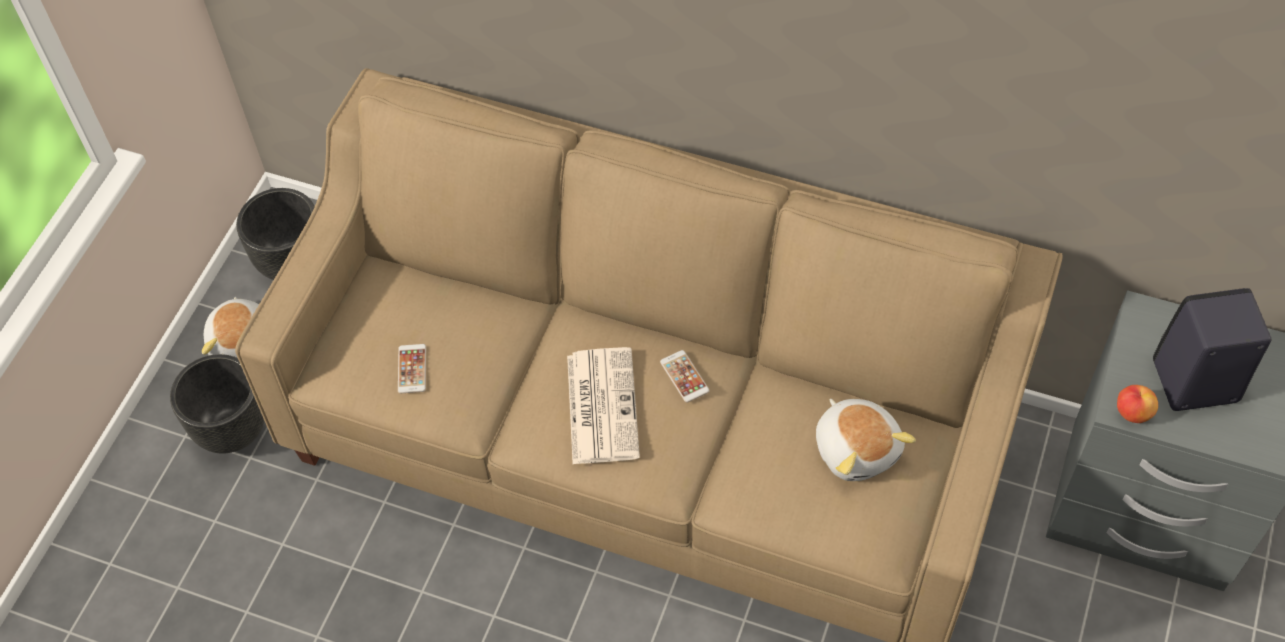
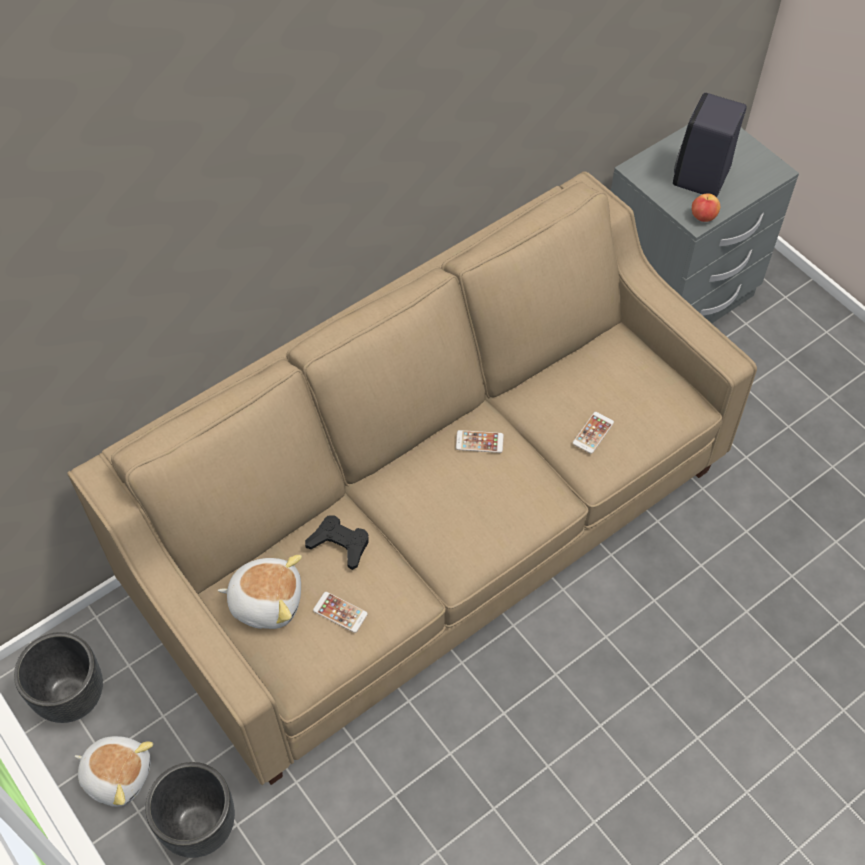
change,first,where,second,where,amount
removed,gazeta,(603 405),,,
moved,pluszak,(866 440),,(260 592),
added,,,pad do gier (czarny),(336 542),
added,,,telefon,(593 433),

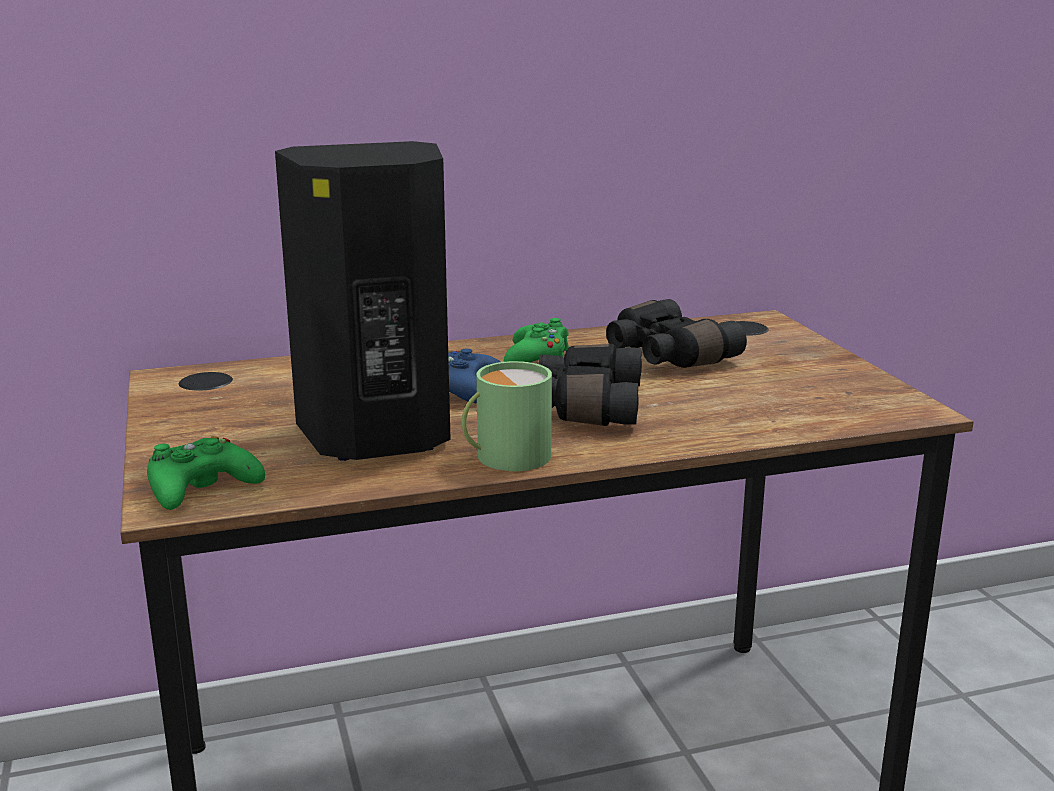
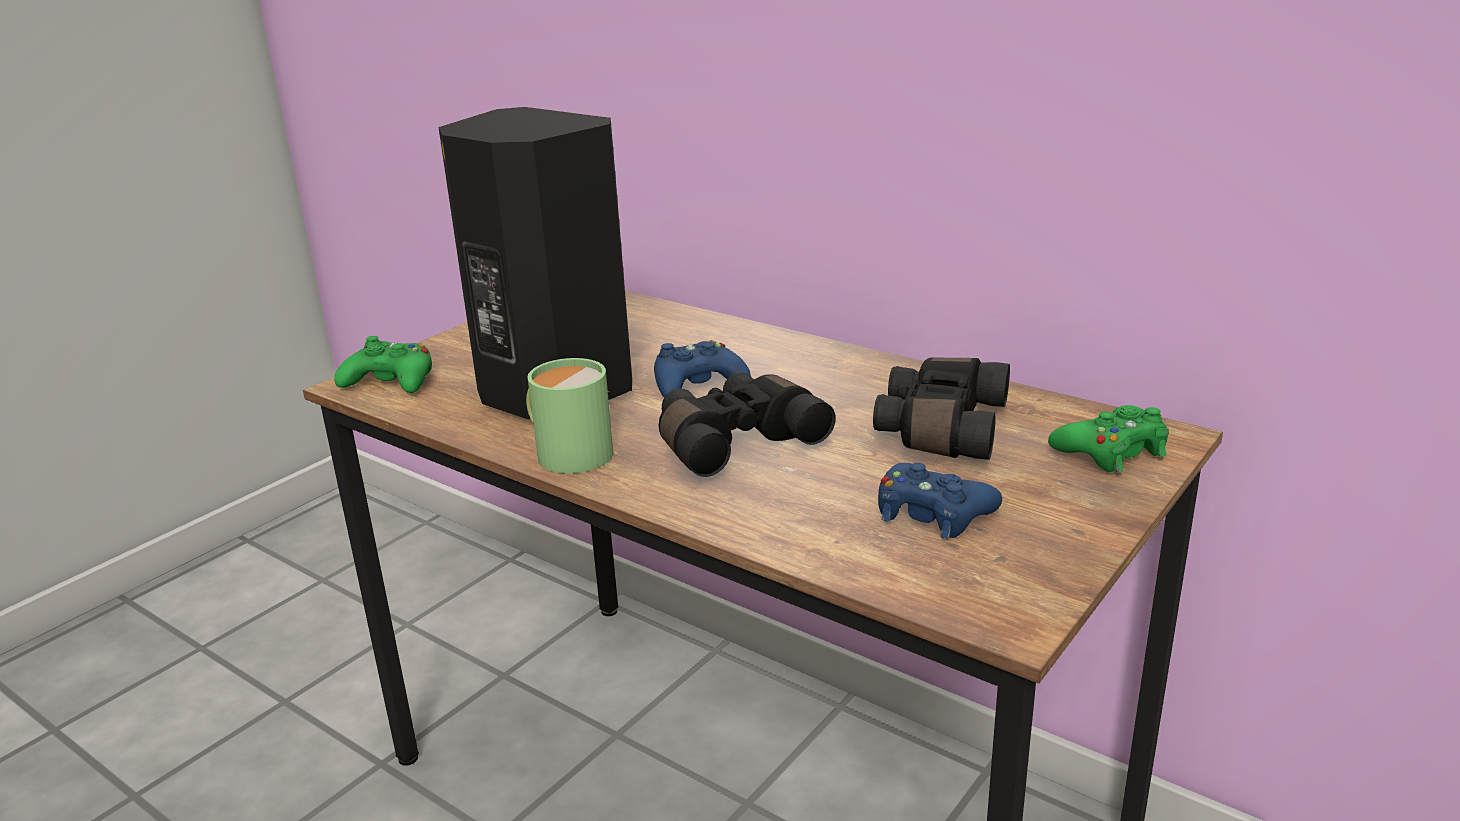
change,first,where,second,where,amount
moved,pad do gier (zielony),(536 340),,(1108 438),
added,,,pad do gier (niebieski),(940 501),

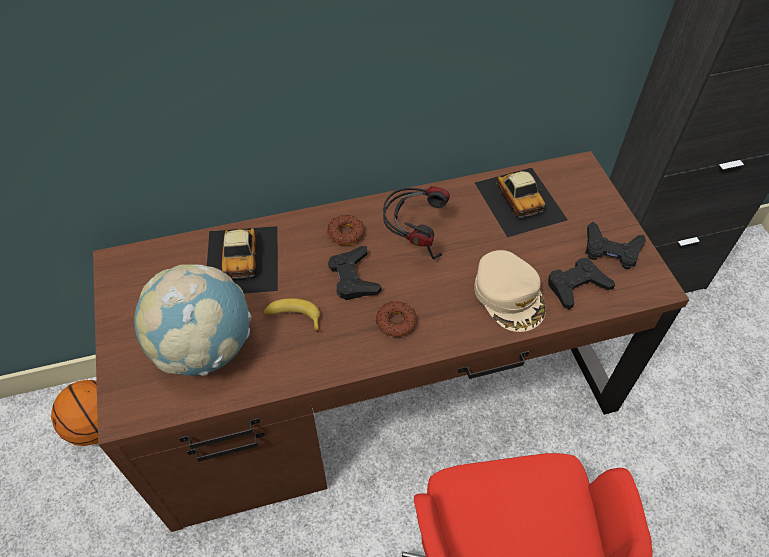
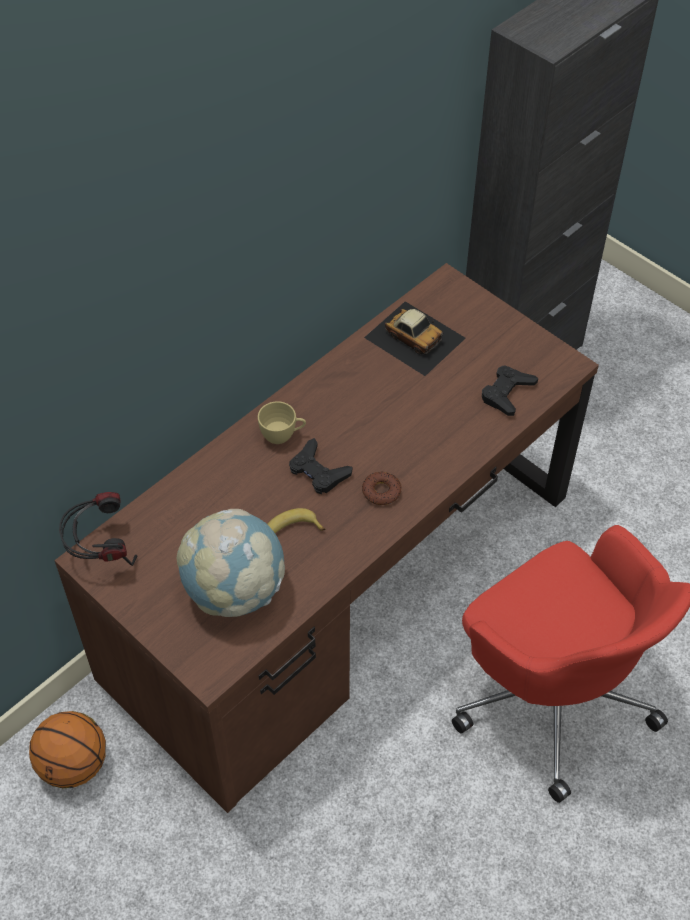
change,first,where,second,where,amount
removed,samochodzik,(242 259),,,
replaced,donut,(346 230),filiżanka (żółty),(282 422),
moved,słuchawki,(416 222),,(98 529),
removed,czapka z daszkiem (beżowy),(510 291),,,
removed,pad do gier (czarny),(616 245),,,

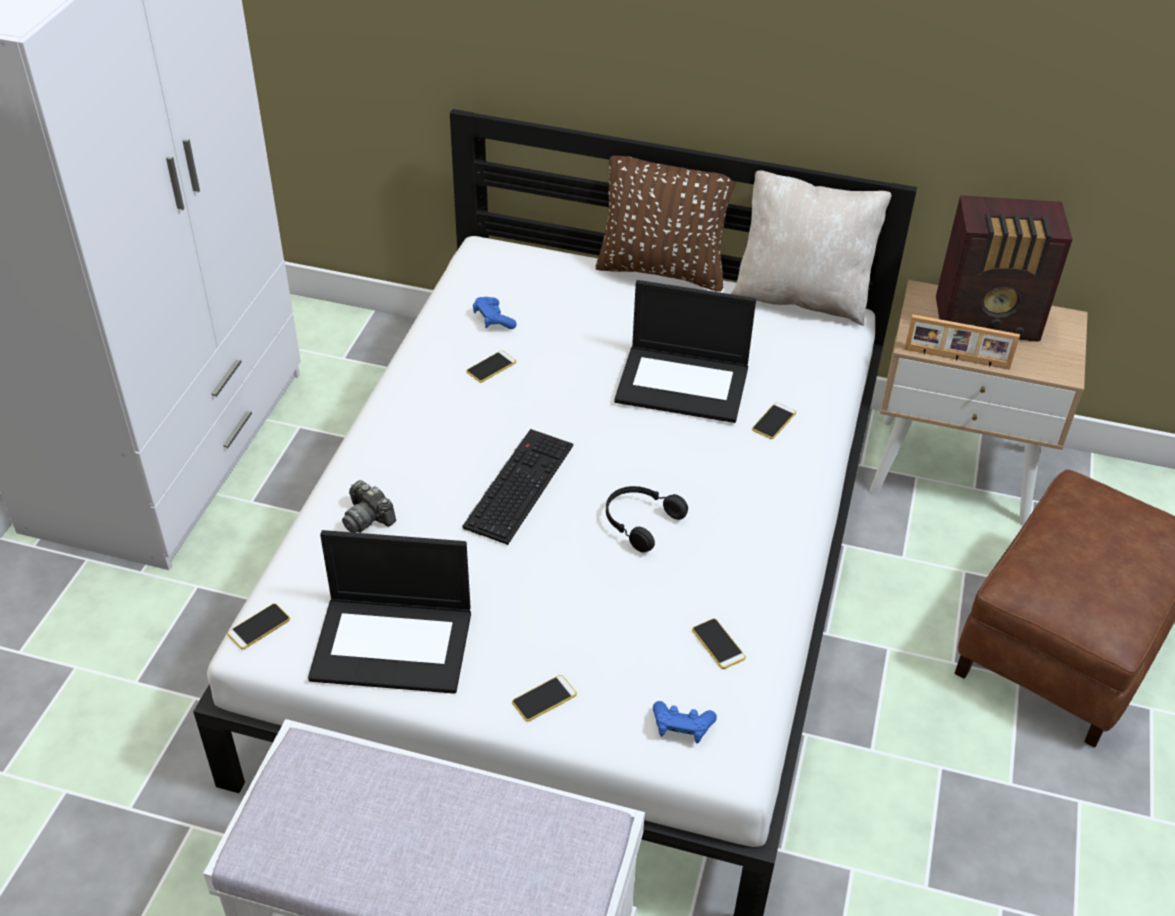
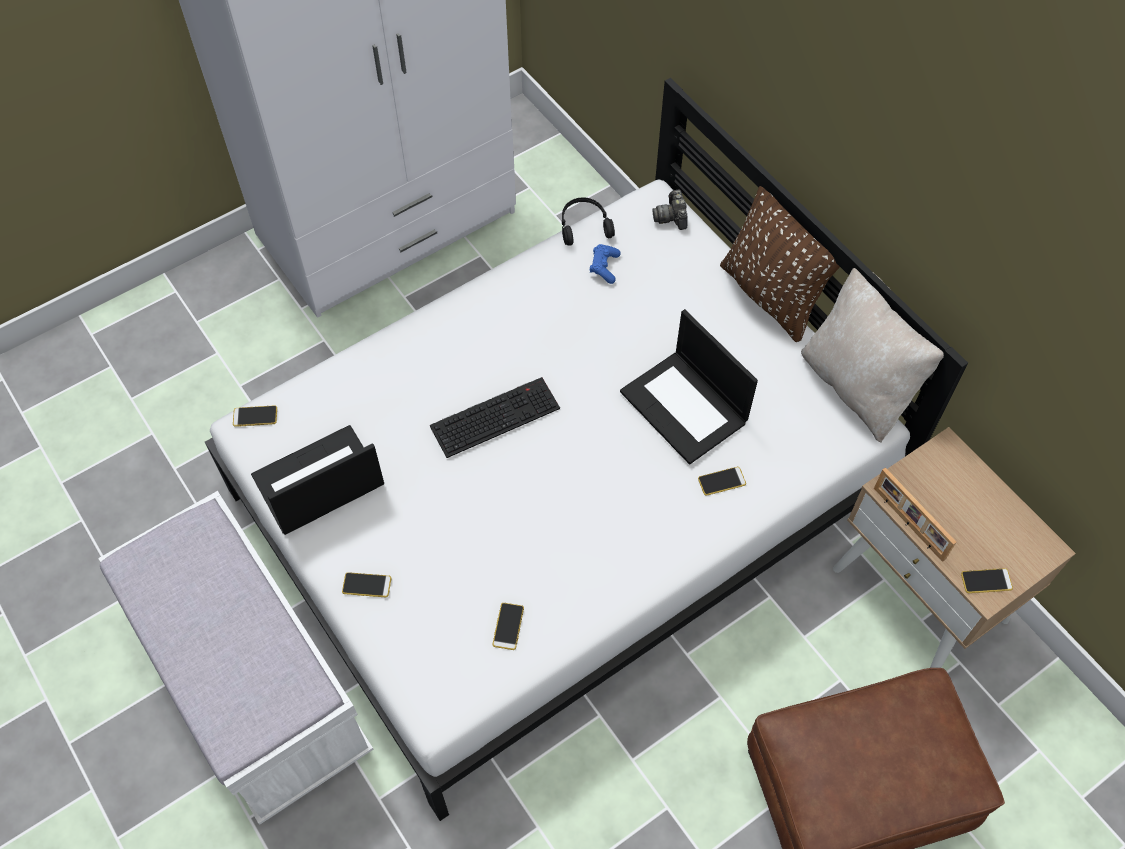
change,first,where,second,where,amount
turned,laptop,(389 612),,(317 480),105 degrees clockwise
moved,aparat fotograficzny,(369 506),,(670 210),
moved,telefon,(491 366),,(987 580),
moved,słuchawki (czarny),(647 519),,(588 221),
removed,pad do gier (niebieski),(685 722),,,
removed,radio,(1004 268),,,

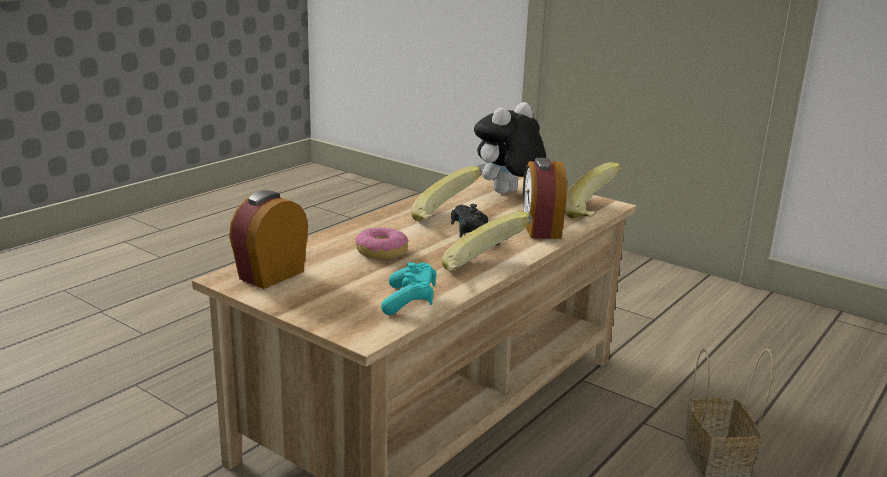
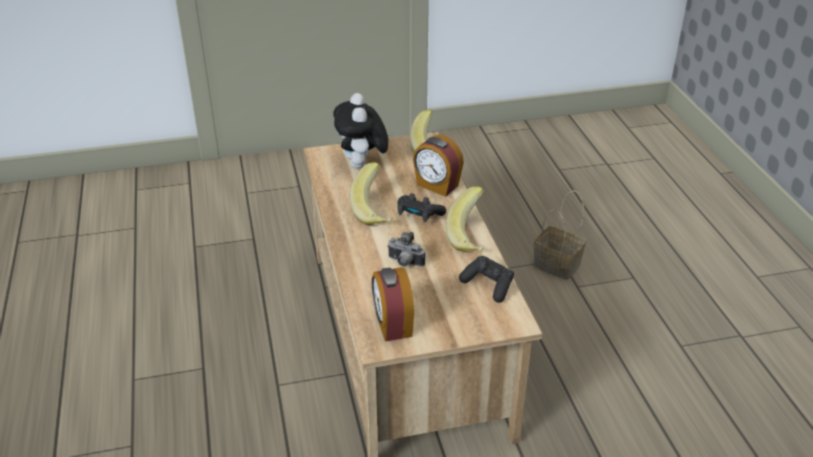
change,first,where,second,where,amount
replaced,donut,(382 243),aparat fotograficzny,(406 249),
recoloured,pad do gier (turkusowy),(408 288),pad do gier (czarny),(486 279),

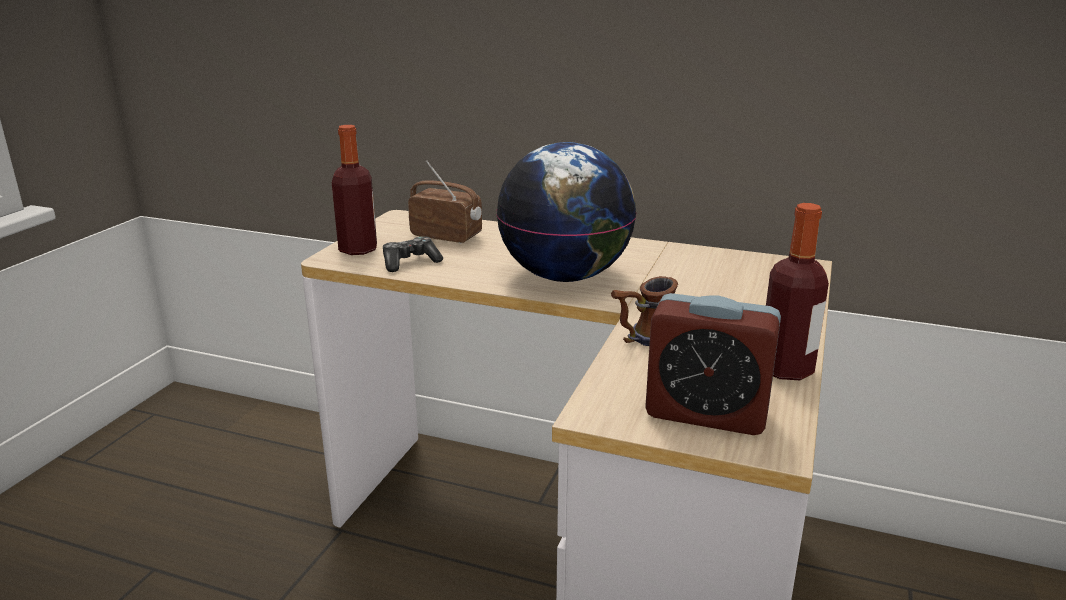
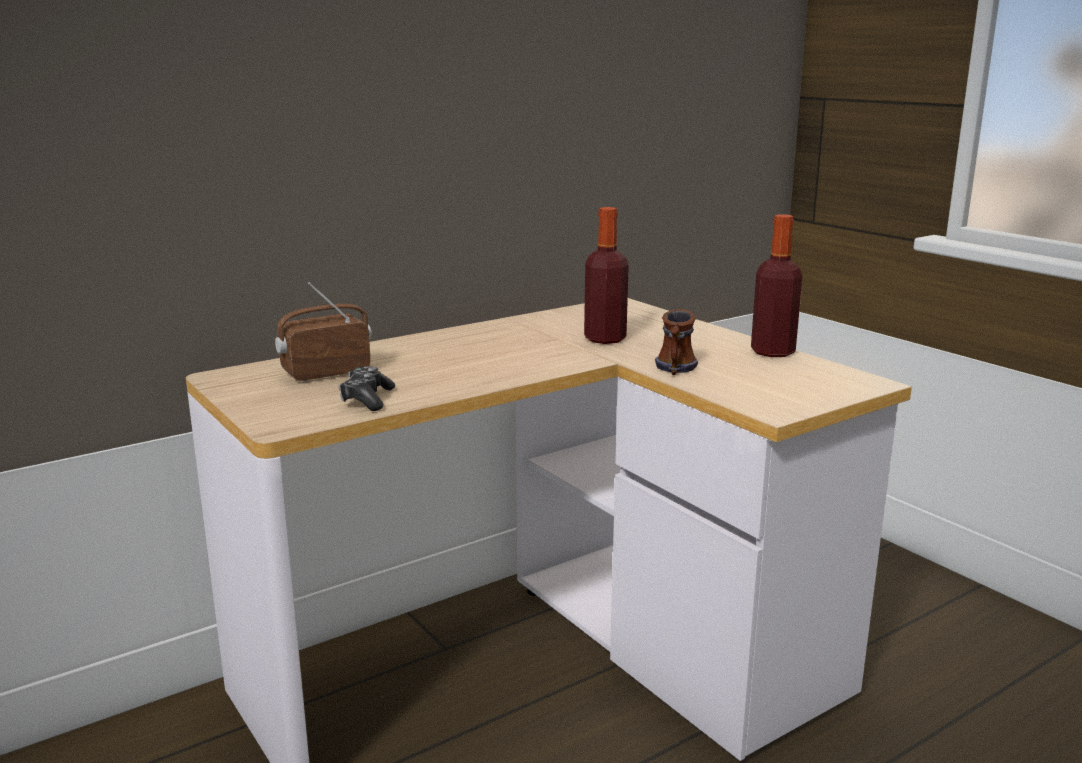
change,first,where,second,where,amount
moved,butelka,(354 190),,(606 275),
removed,globus,(566 212),,,
removed,budzik,(713 364),,,

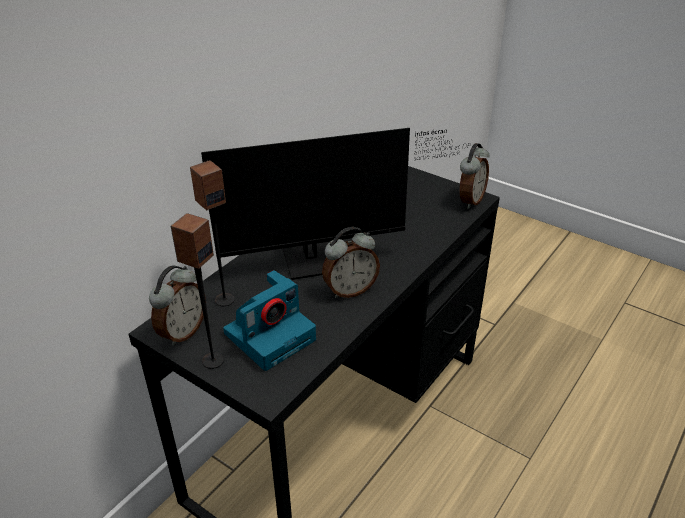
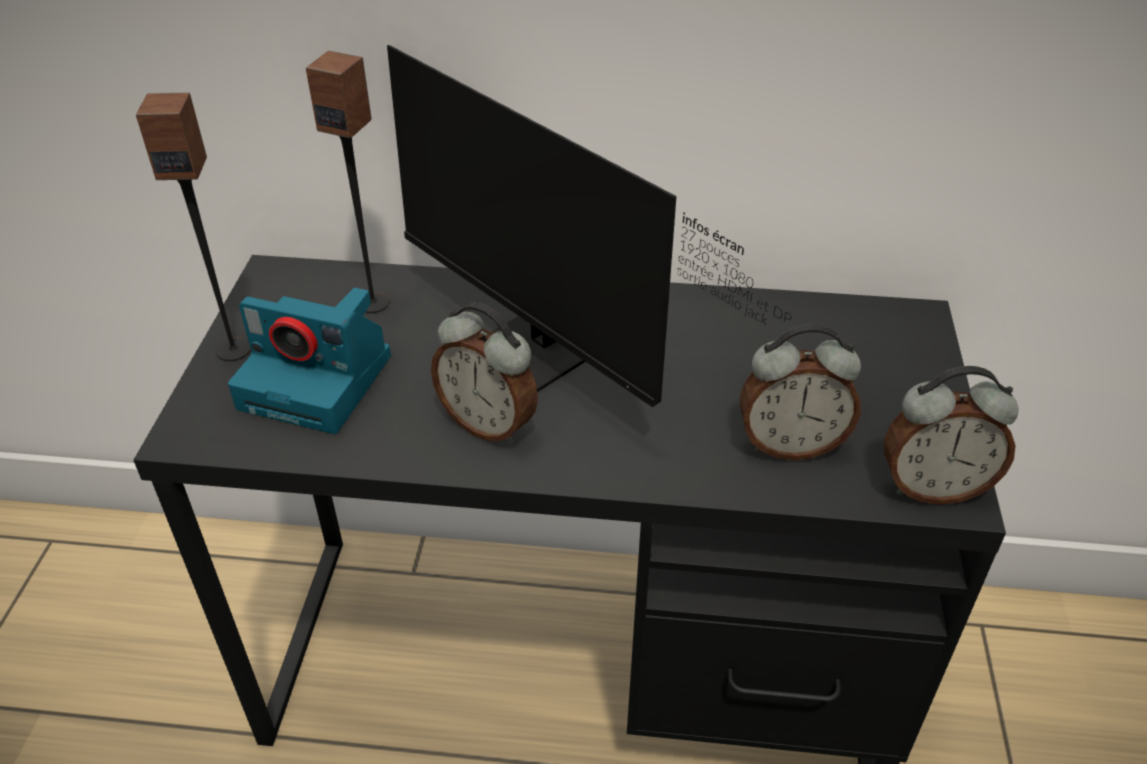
change,first,where,second,where,amount
moved,budzik,(177 305),,(800 392),

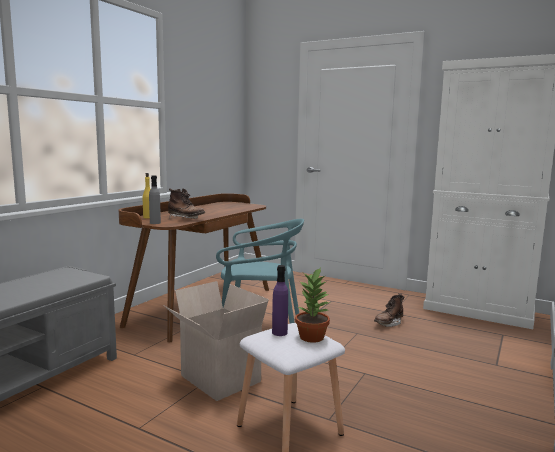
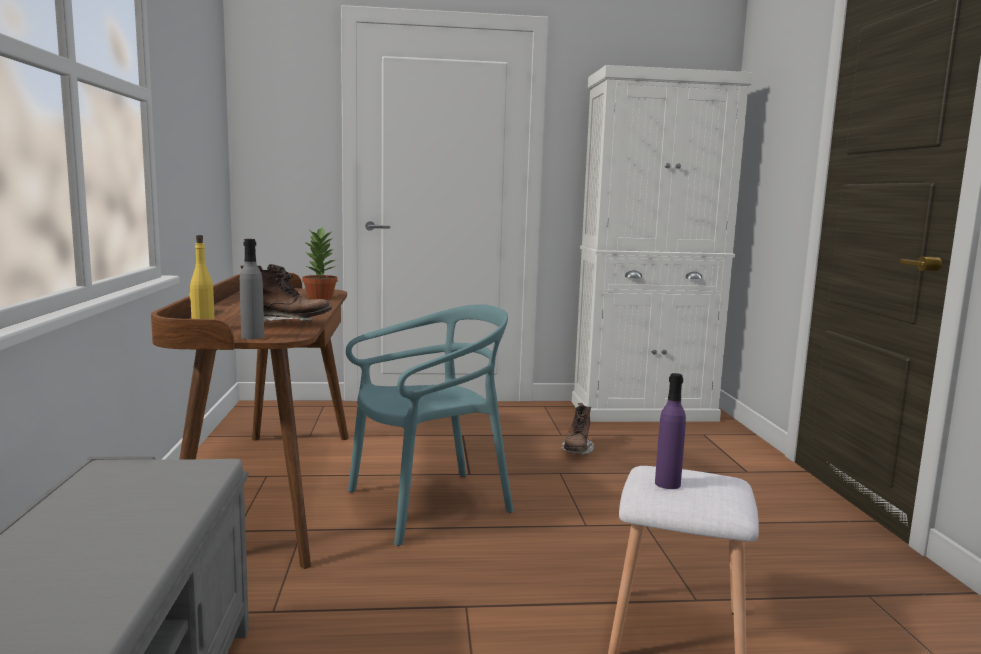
change,first,where,second,where,amount
removed,karton,(216 341),,,
moved,roślina doniczkowa,(312 305),,(319 263),

